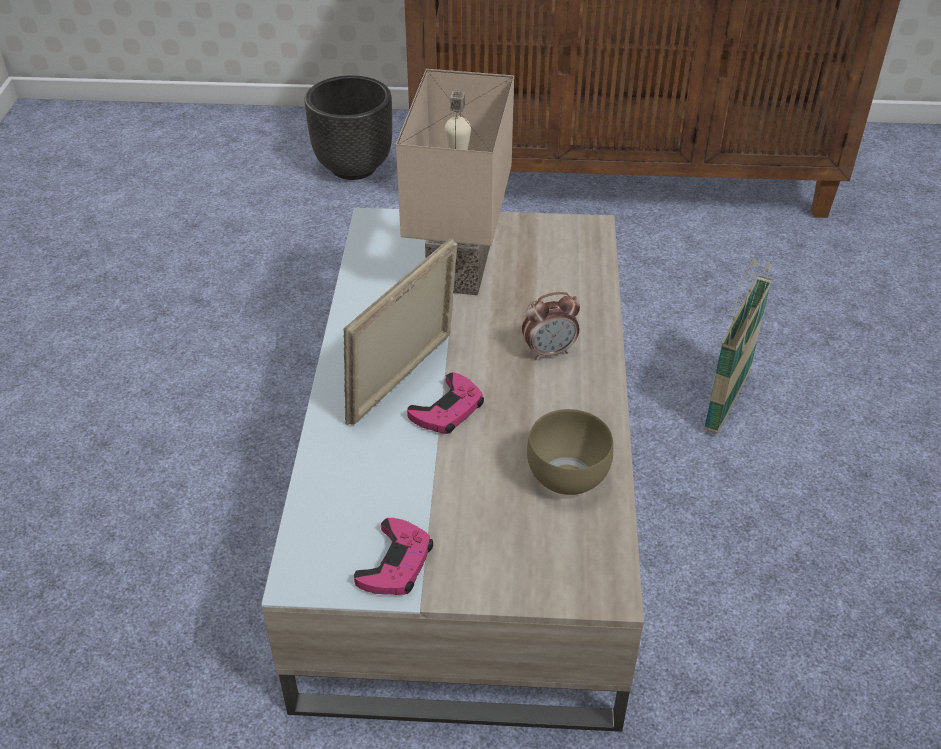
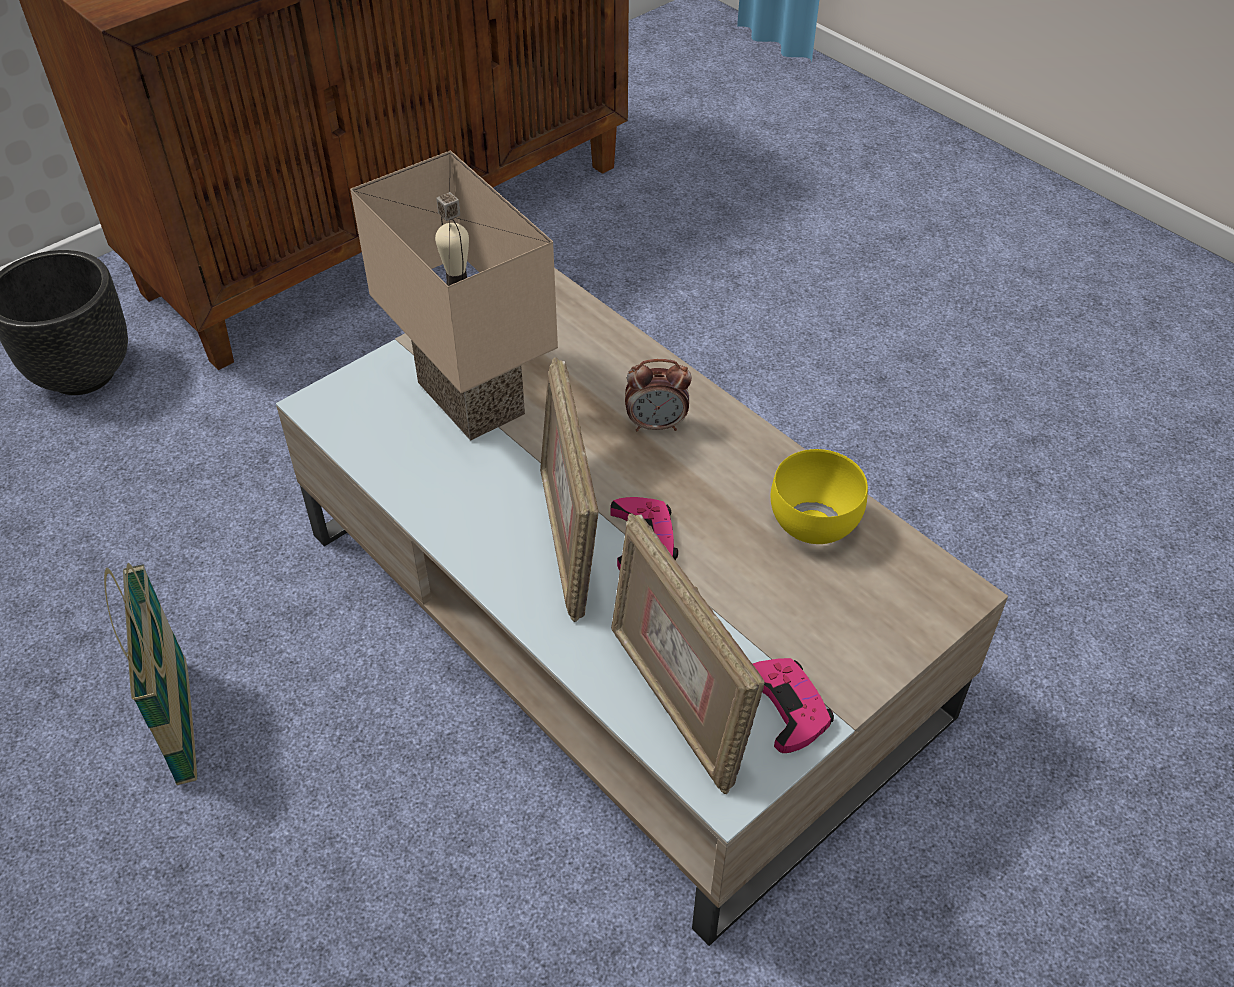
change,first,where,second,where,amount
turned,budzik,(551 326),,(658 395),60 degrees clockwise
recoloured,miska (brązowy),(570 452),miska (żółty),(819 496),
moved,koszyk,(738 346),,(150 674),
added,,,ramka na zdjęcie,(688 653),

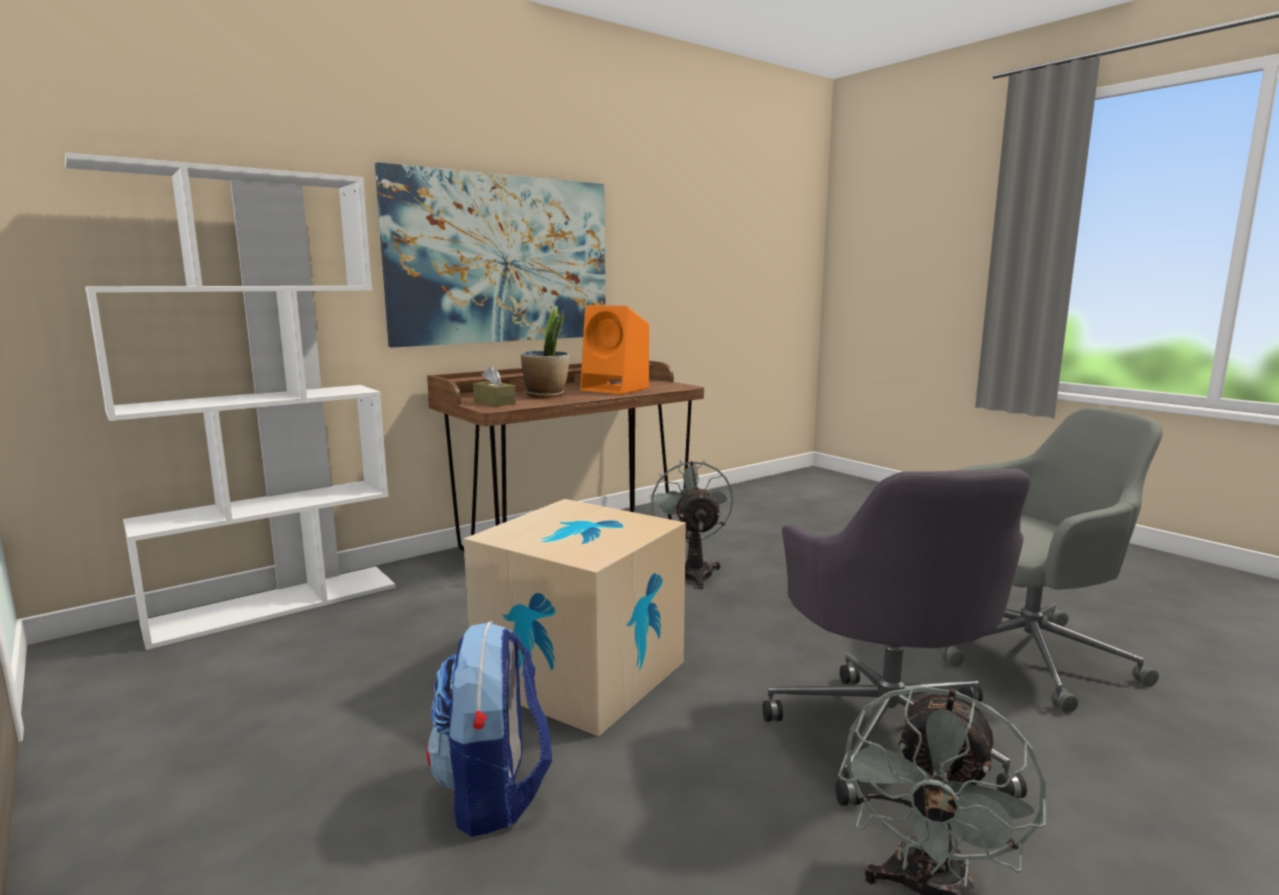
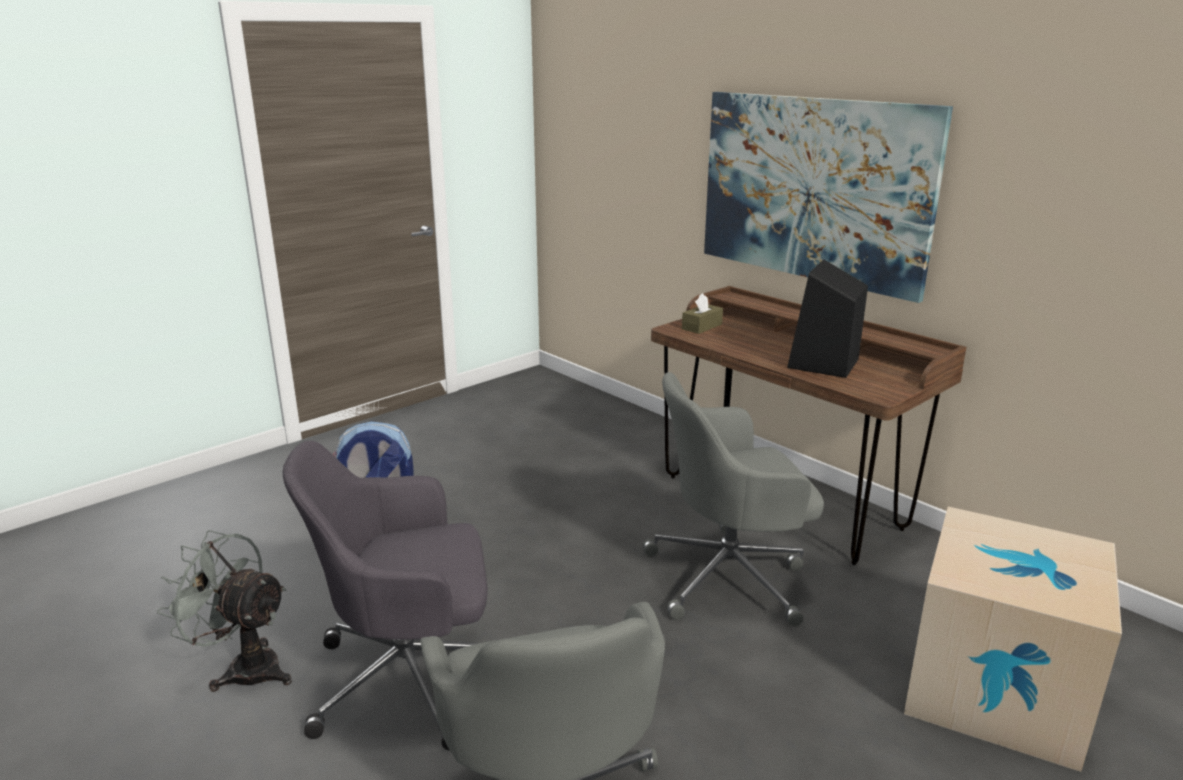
change,first,where,second,where,amount
removed,regał (biały),(230 401),,,
moved,karton,(575 618),,(1013 639),
removed,roślina doniczkowa,(545 352),,,
recoloured,głośnik (pomarańczowy),(614 350),głośnik (czarny),(827 319),
replaced,wentylator (szary),(691 524),krzesło biurowe (szary),(733 499),

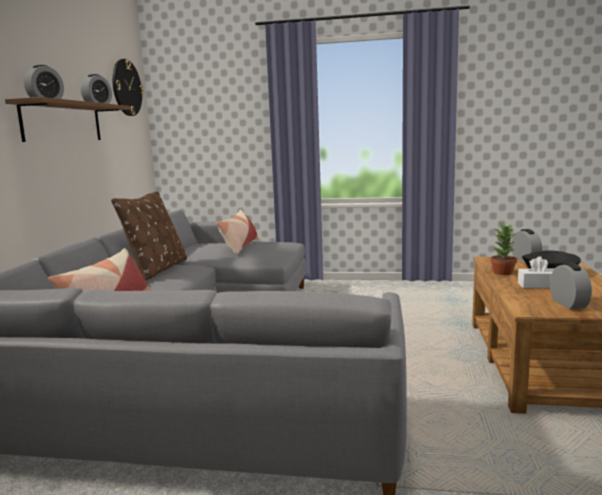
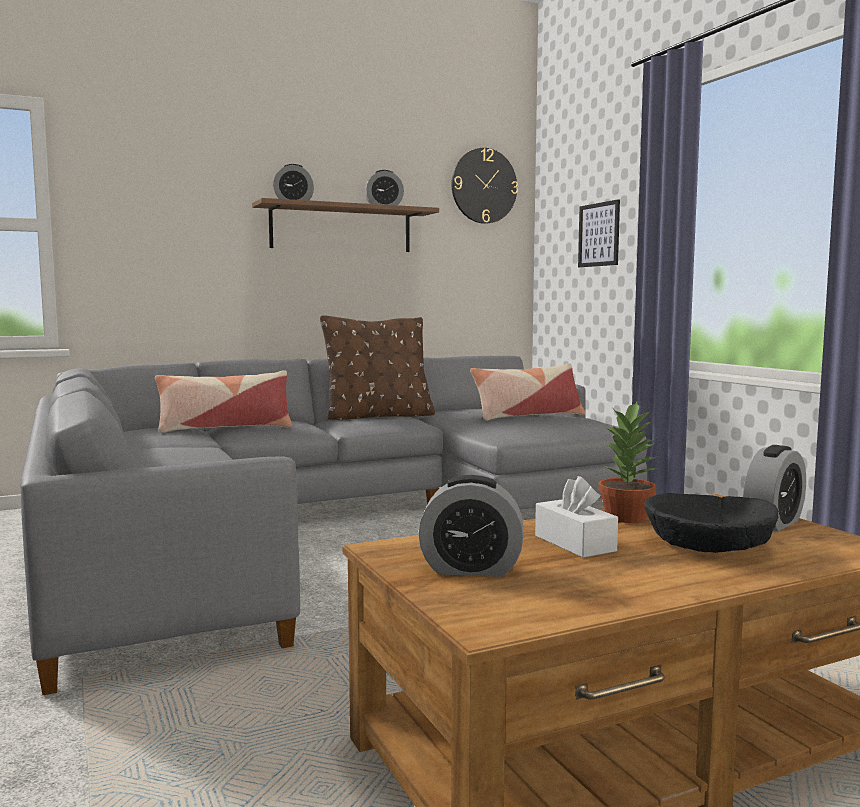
change,first,where,second,where,amount
turned,budzik,(571 286),,(470 526),45 degrees clockwise
added,,,obraz,(599 233),

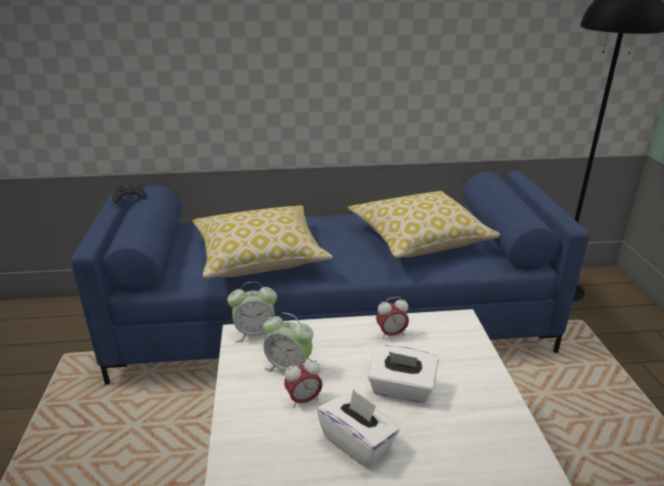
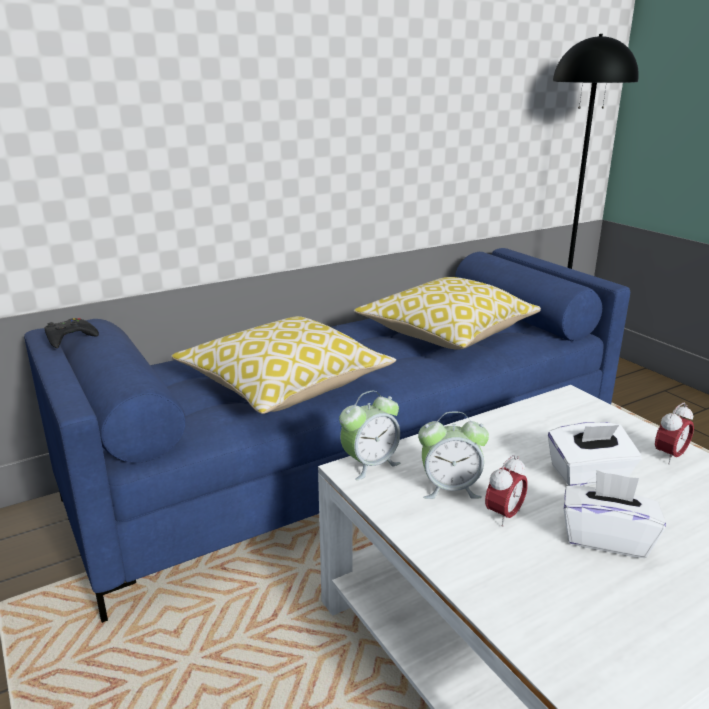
change,first,where,second,where,amount
moved,budzik,(392 318),,(674 433),

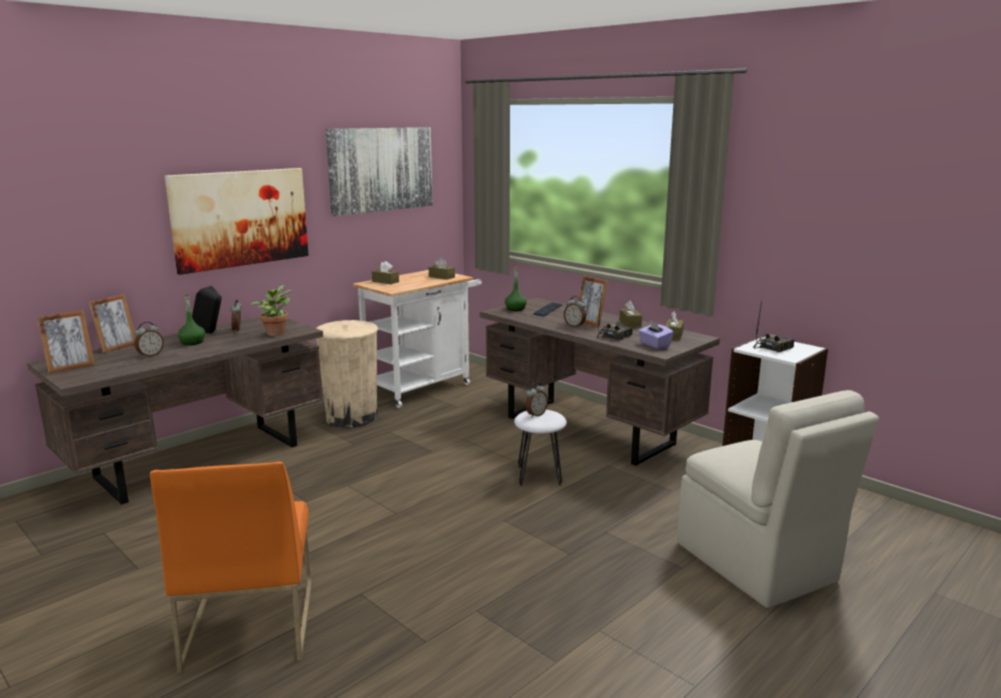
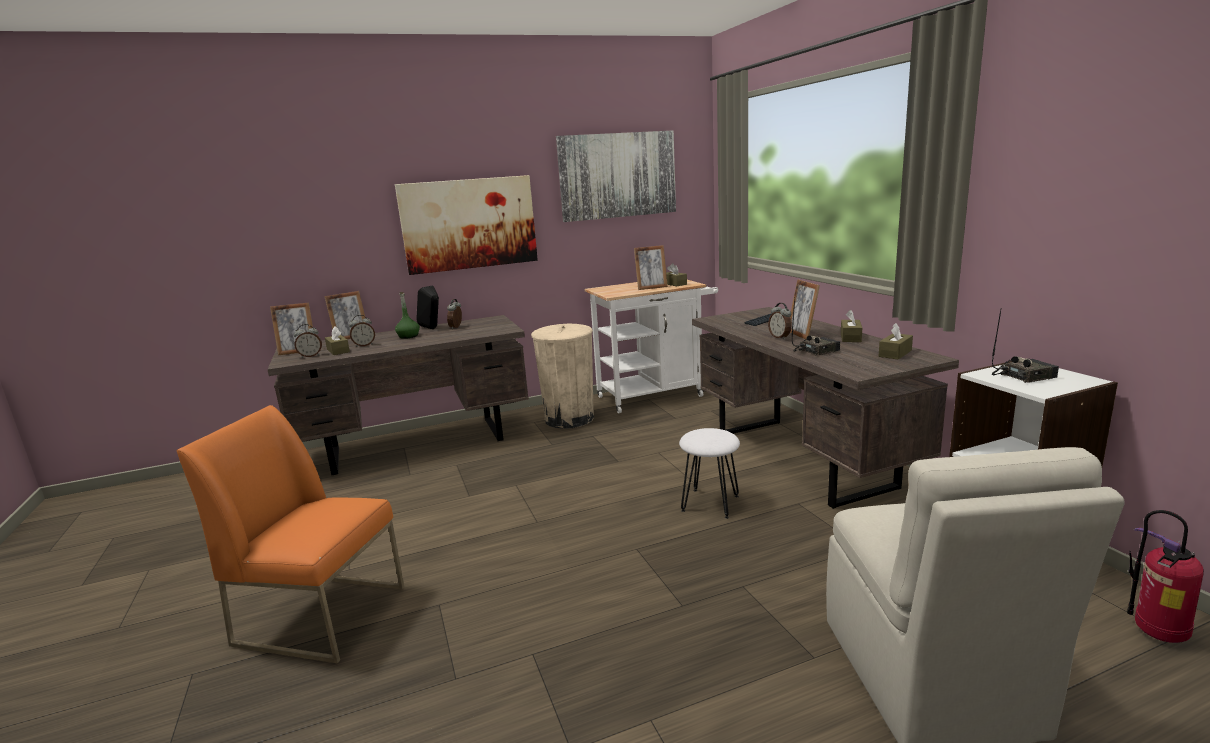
change,first,where,second,where,amount
turned,krzesło (pomarańczowy),(231 568),,(290 534),90 degrees clockwise
removed,roślina doniczkowa,(271 310),,,
moved,pudełko chusteczek (brązowy),(385 272),,(337 341),
removed,butelka (zielony),(516 289),,,
moved,budzik,(536 400),,(308 341),
removed,pudełko chusteczek (fioletowy),(656 334),,,
added,,,ramka na zdjęcie,(651 267),
added,,,gaśnica,(1165 576),

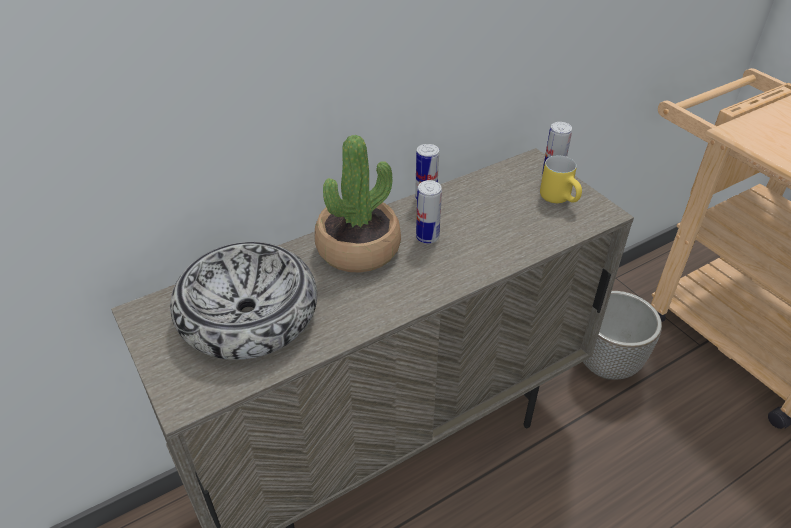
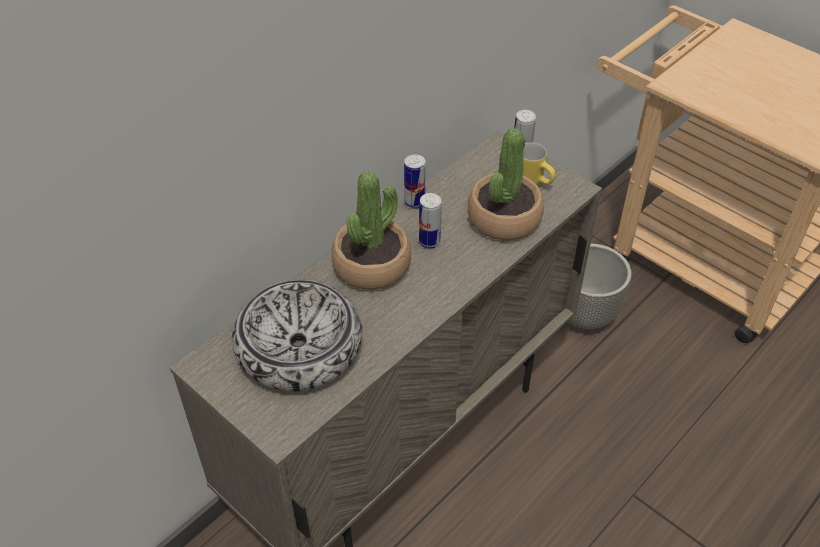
change,first,where,second,where,amount
added,,,roślina doniczkowa,(506 184),

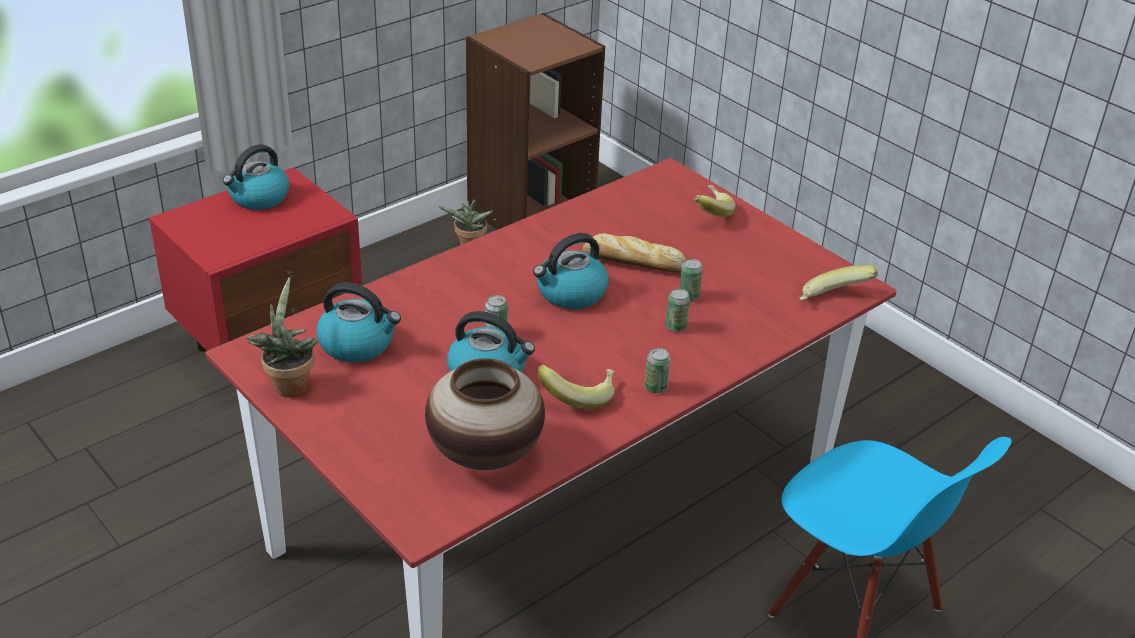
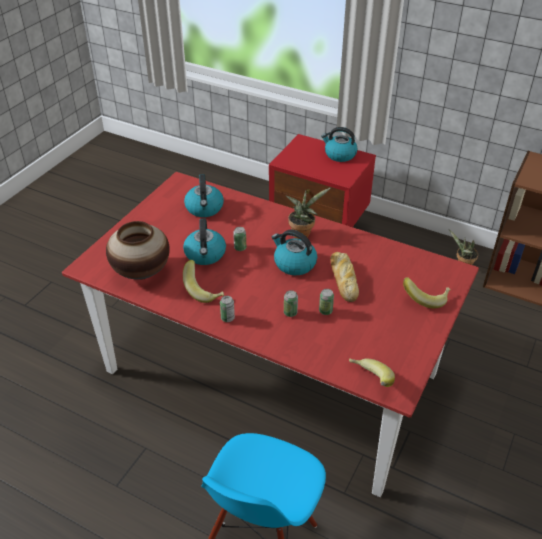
change,first,where,second,where,amount
moved,roślina doniczkowa,(282 337),,(308 213),

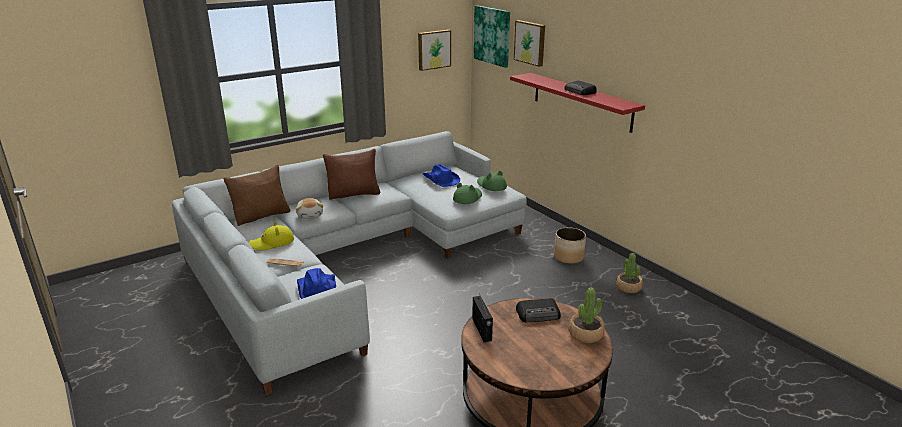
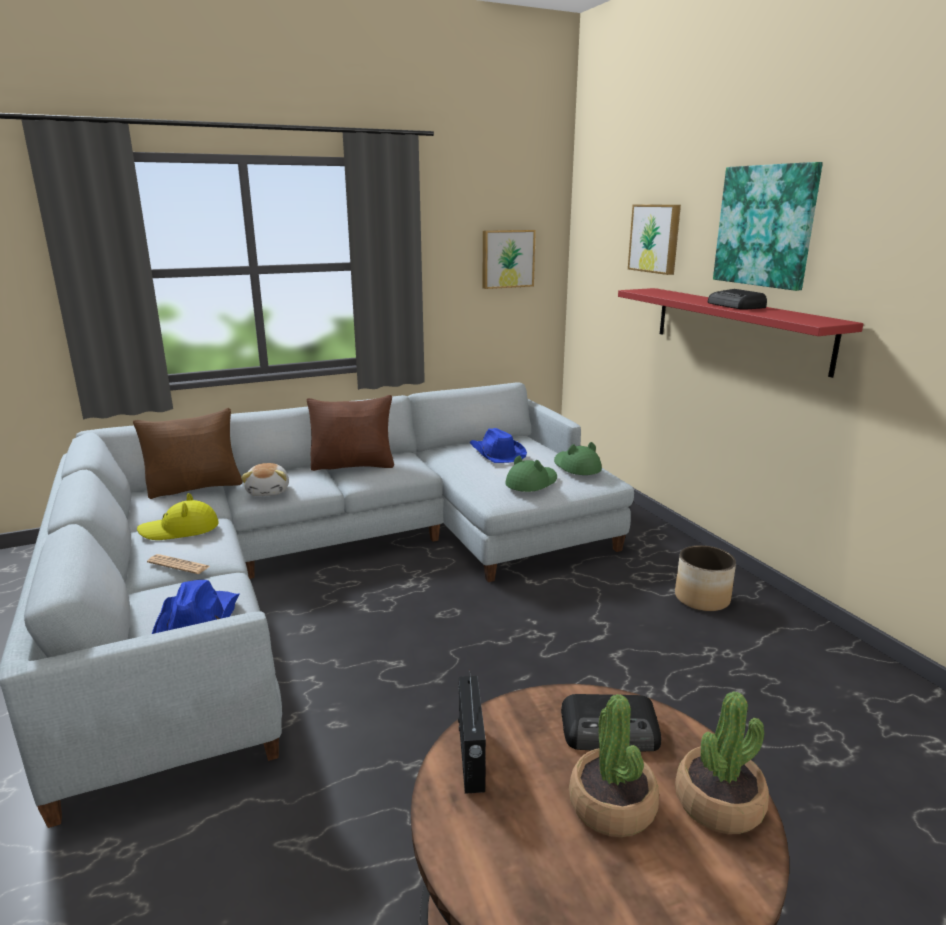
change,first,where,second,where,amount
moved,obraz,(492 37),,(768 226),
moved,roślina doniczkowa,(629 273),,(614 765),

